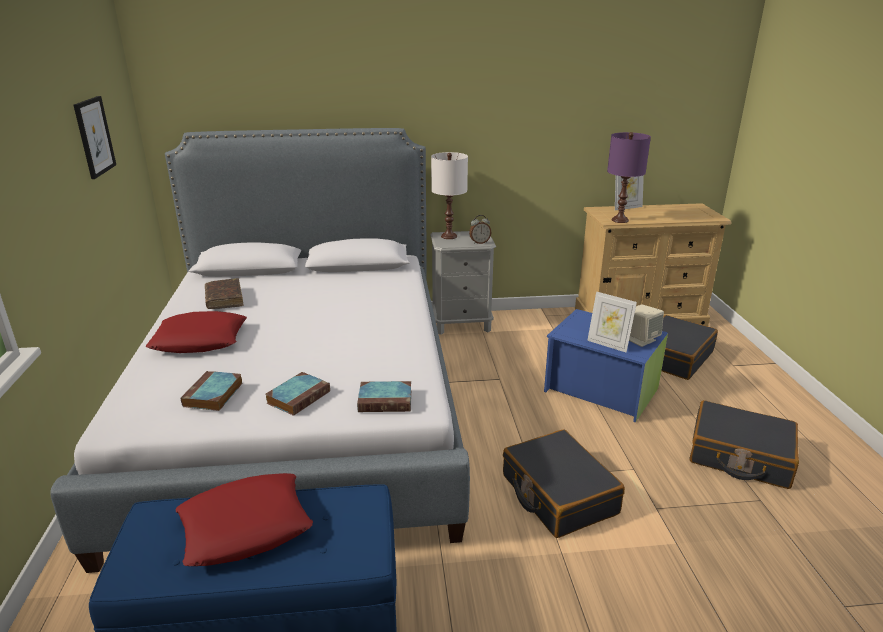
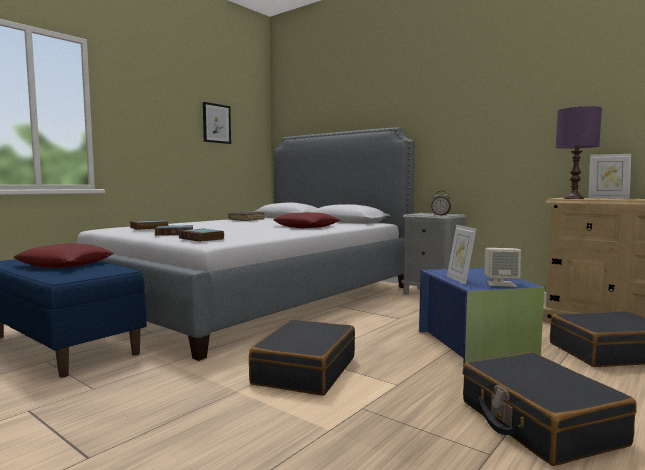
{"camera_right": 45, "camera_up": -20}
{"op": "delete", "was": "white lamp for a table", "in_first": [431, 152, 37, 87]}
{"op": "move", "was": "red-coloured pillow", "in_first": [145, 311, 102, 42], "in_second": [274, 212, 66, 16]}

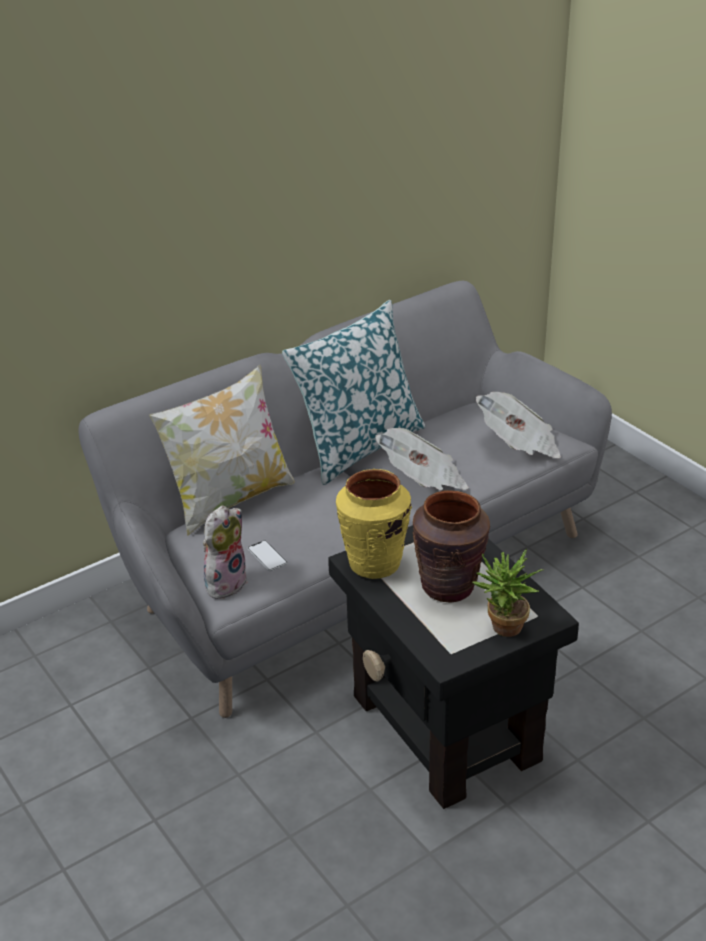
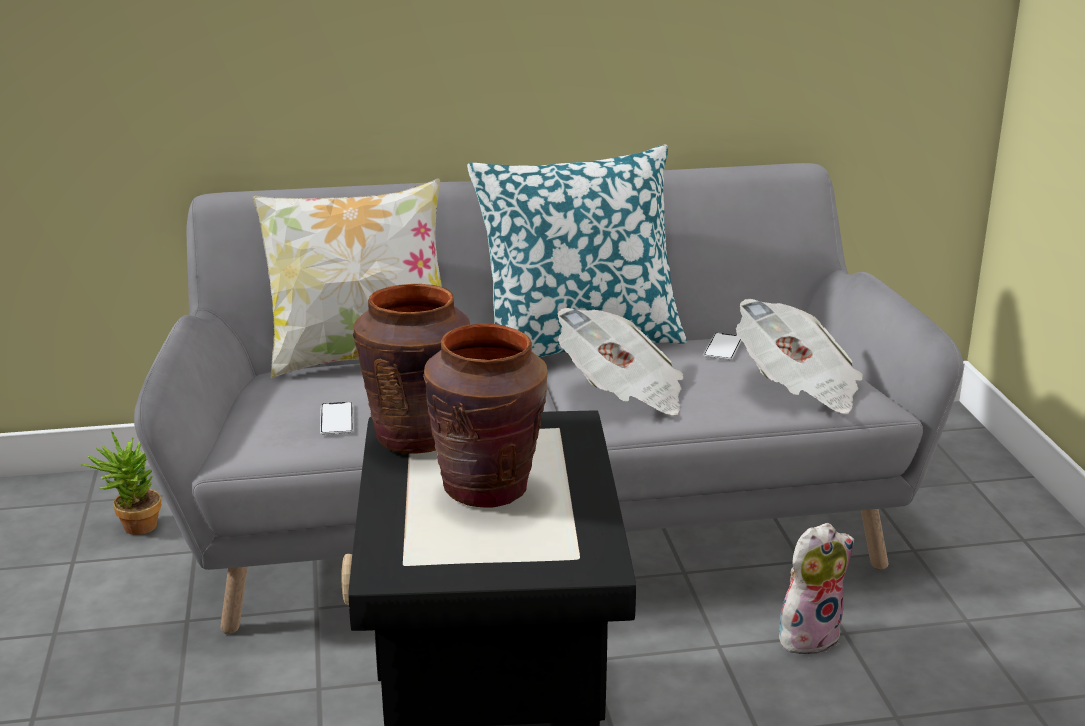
{"camera_right": 25, "camera_up": -10}
{"op": "recolor", "was": "yellow-coloured decorative vase", "now": "brown decorative vase", "in_first": [336, 469, 76, 110], "in_second": [353, 284, 117, 169]}
{"op": "move", "was": "plush toy", "in_first": [203, 505, 45, 94], "in_second": [779, 523, 75, 131]}
{"op": "move", "was": "potted plant", "in_first": [472, 549, 71, 88], "in_second": [80, 431, 81, 104]}
{"op": "insert", "now": "phone", "in_second": [703, 333, 39, 27]}

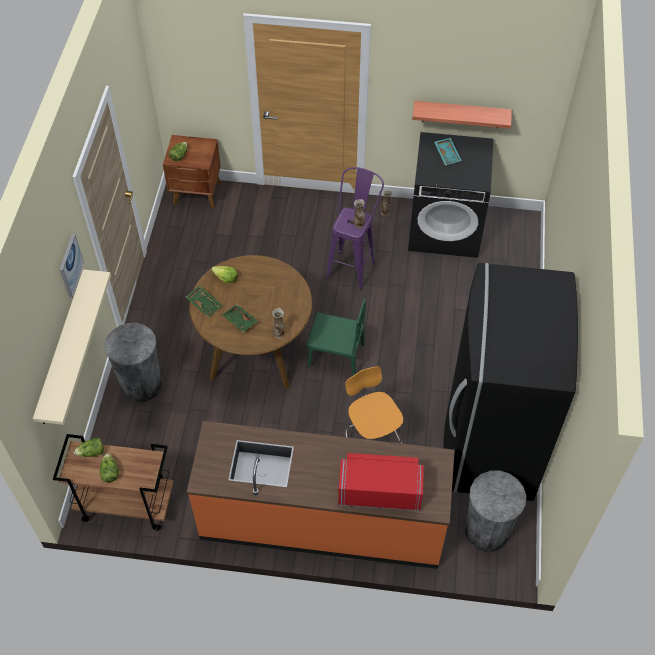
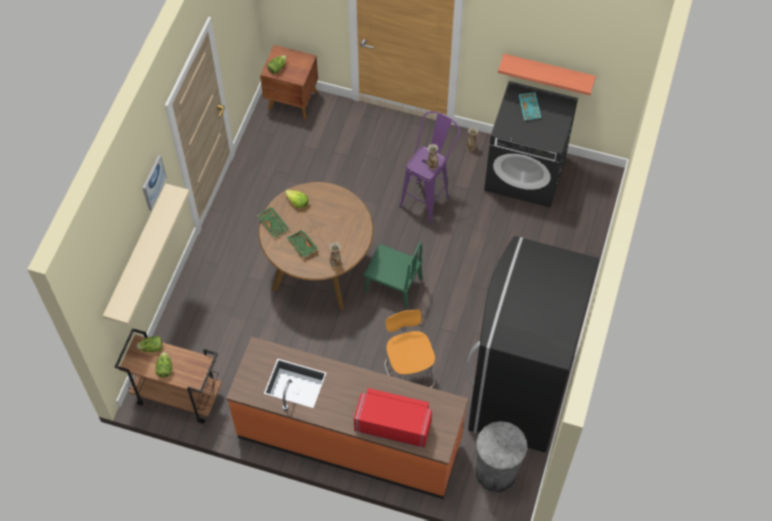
{"camera_right": 10, "camera_up": 5}
{"op": "delete", "was": "gray waste bin", "in_first": [104, 323, 58, 79]}

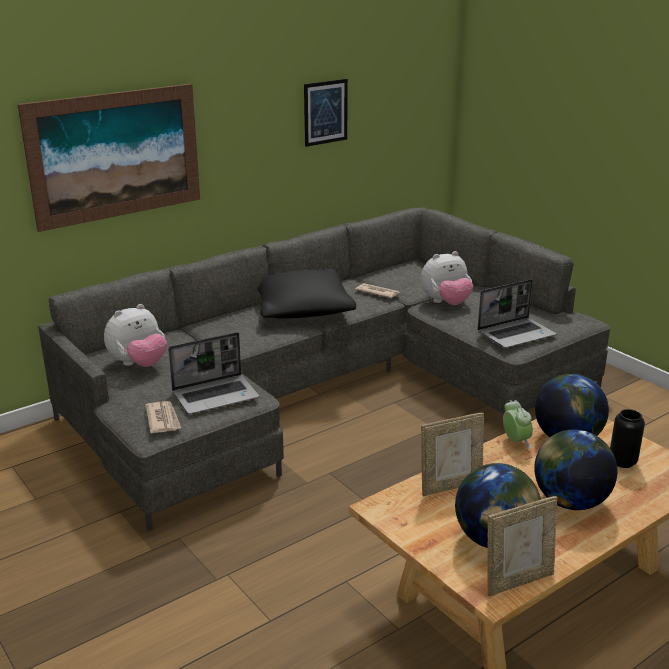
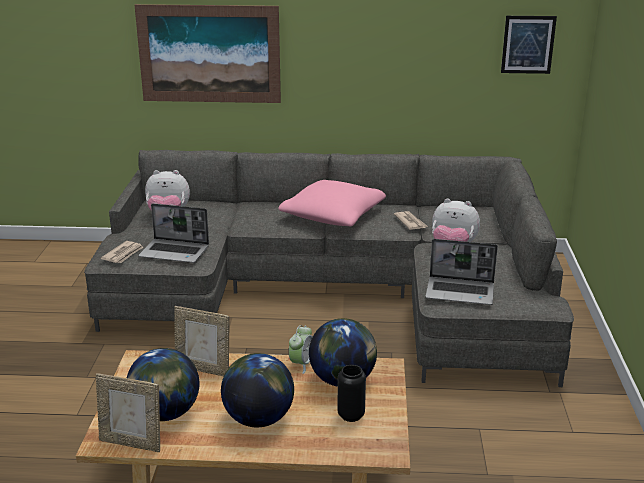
{"camera_right": 40, "camera_up": 0}
{"op": "move", "was": "wall art", "in_first": [304, 79, 44, 68], "in_second": [501, 16, 56, 58]}
{"op": "recolor", "was": "black-coloured pillow", "now": "pink-coloured pillow", "in_first": [258, 269, 98, 49], "in_second": [278, 180, 108, 46]}

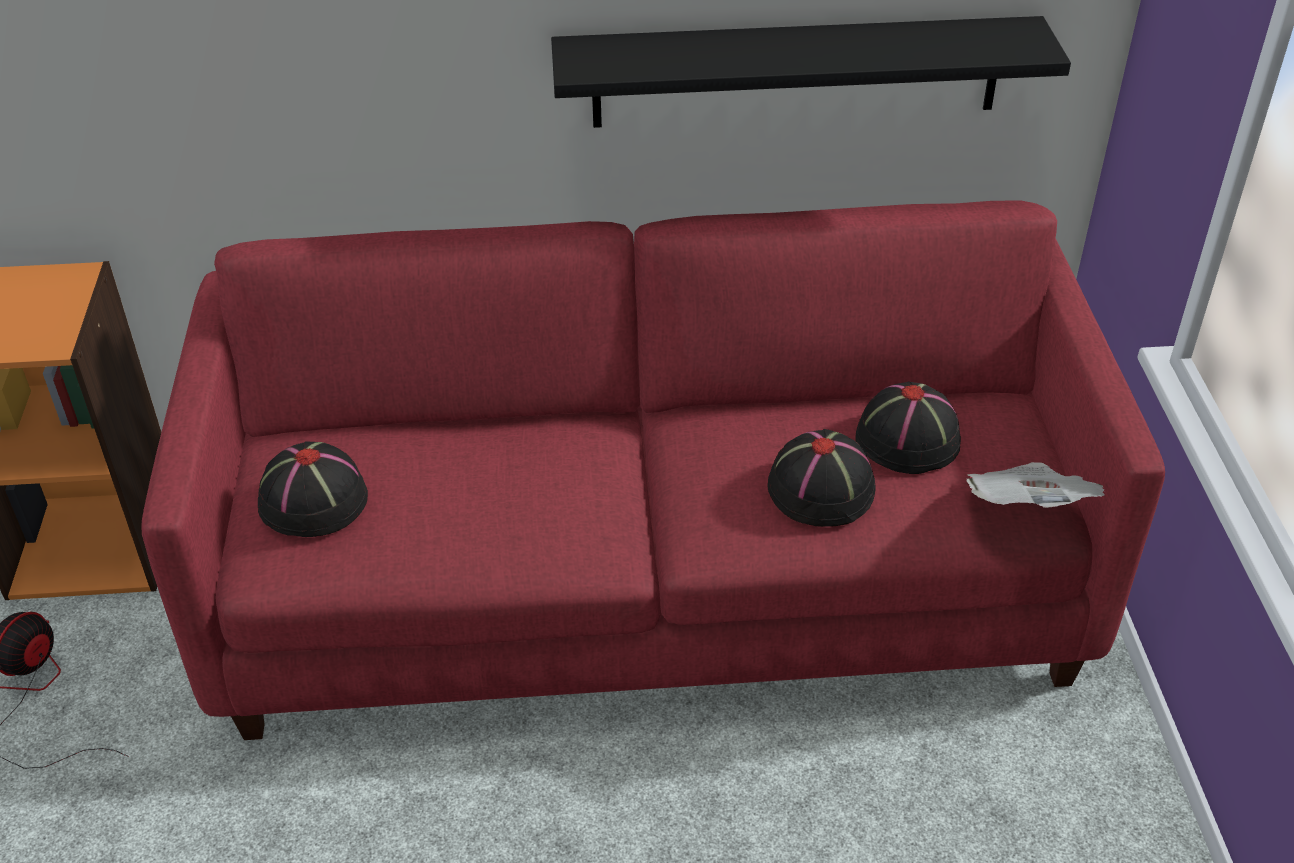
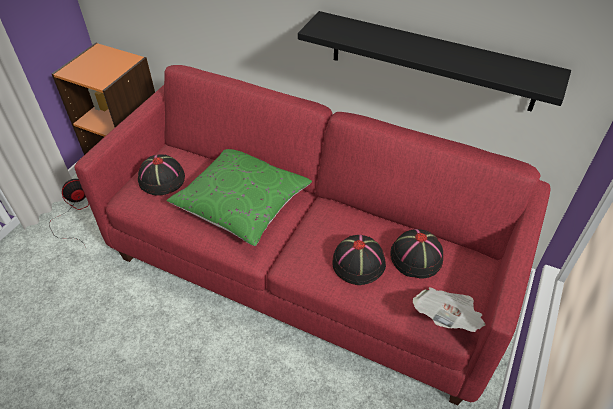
{"camera_right": 30, "camera_up": 5}
{"op": "insert", "now": "green pillow", "in_second": [167, 149, 145, 97]}

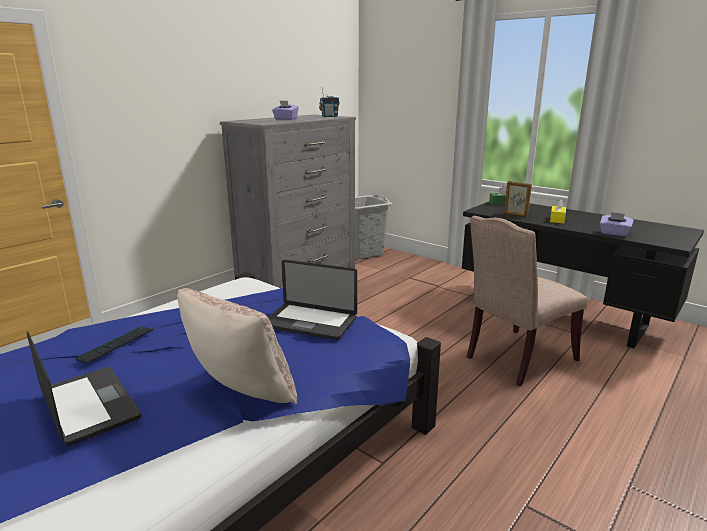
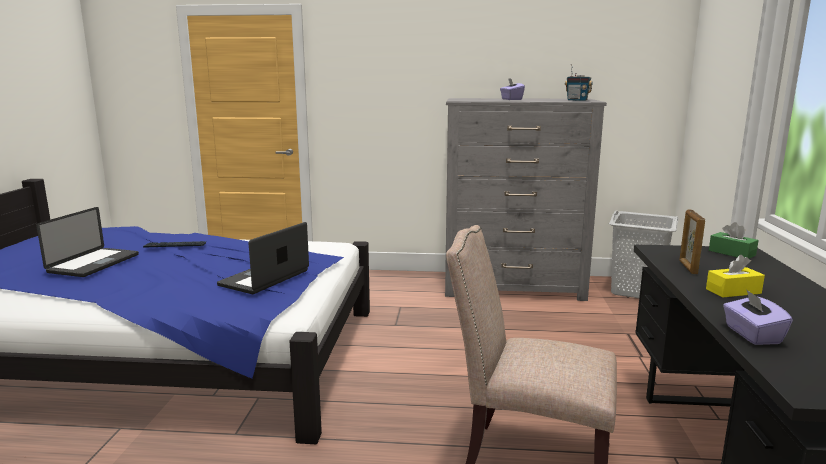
{"camera_right": 55, "camera_up": -5}
{"op": "rotate", "was": "notebook computer", "in_first": [268, 260, 89, 80], "in_second": [217, 222, 92, 72], "clockwise": 45}
{"op": "delete", "was": "sand-coloured pillow", "in_first": [177, 288, 120, 116]}

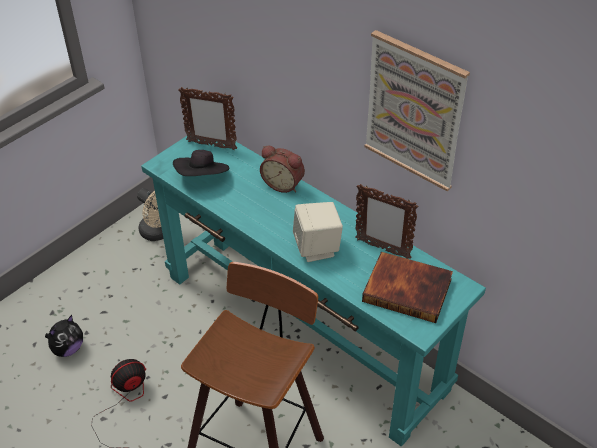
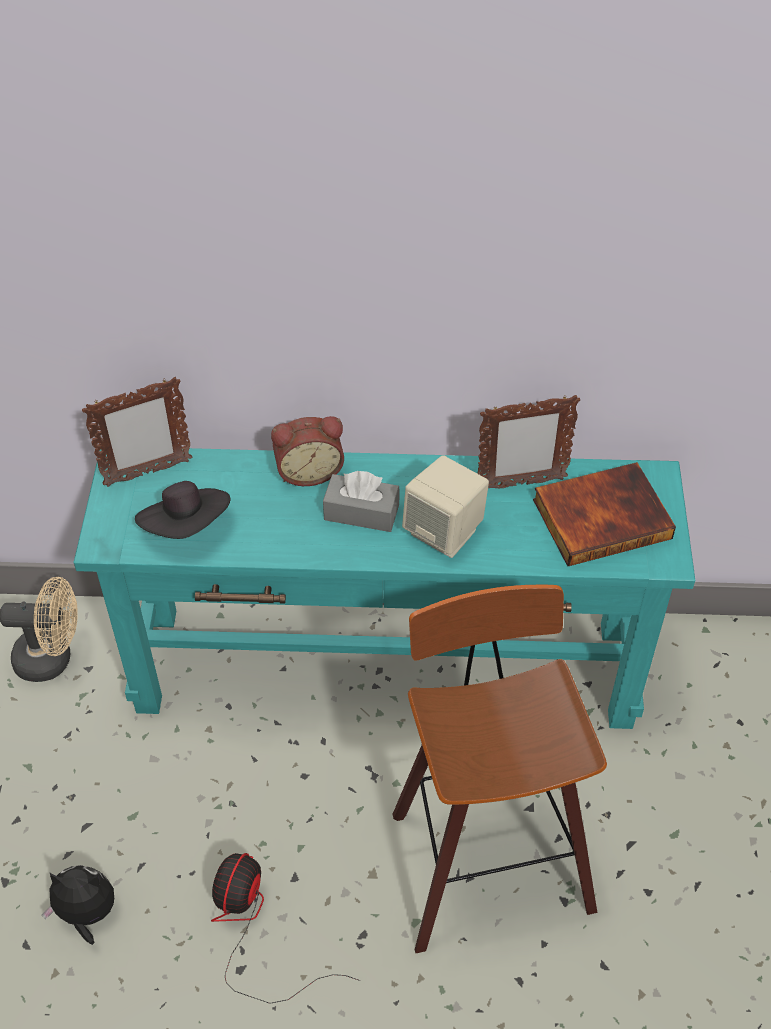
{"camera_right": -40, "camera_up": 5}
{"op": "delete", "was": "wall art", "in_first": [364, 30, 106, 161]}
{"op": "rotate", "was": "plush toy", "in_first": [45, 315, 38, 42], "in_second": [42, 865, 72, 80], "clockwise": -90}
{"op": "insert", "now": "gray tissue box", "in_second": [323, 471, 76, 61]}

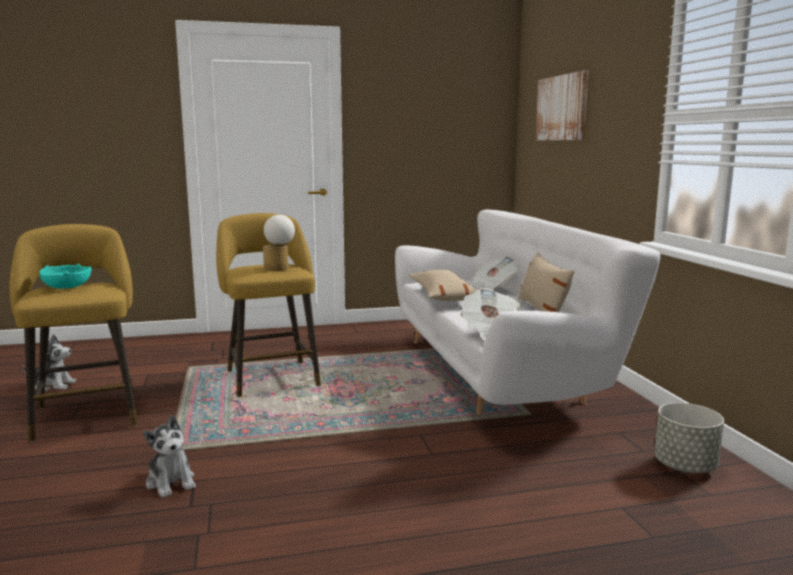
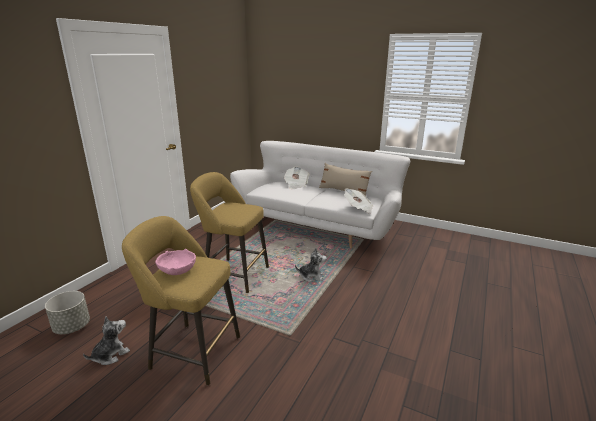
{"camera_right": -50, "camera_up": 10}
{"op": "delete", "was": "wall art", "in_first": [536, 70, 53, 70]}
{"op": "delete", "was": "lamp for a table", "in_first": [263, 215, 32, 56]}
{"op": "recolor", "was": "turquoise-coloured bowl", "now": "pink-coloured bowl", "in_first": [39, 264, 52, 25], "in_second": [155, 249, 41, 26]}
{"op": "delete", "was": "sand-coloured pillow", "in_first": [409, 270, 68, 31]}
{"op": "move", "was": "gray flower pot", "in_first": [654, 403, 70, 70], "in_second": [45, 291, 45, 43]}
{"op": "move", "was": "plush toy", "in_first": [143, 415, 53, 83], "in_second": [295, 248, 32, 34]}

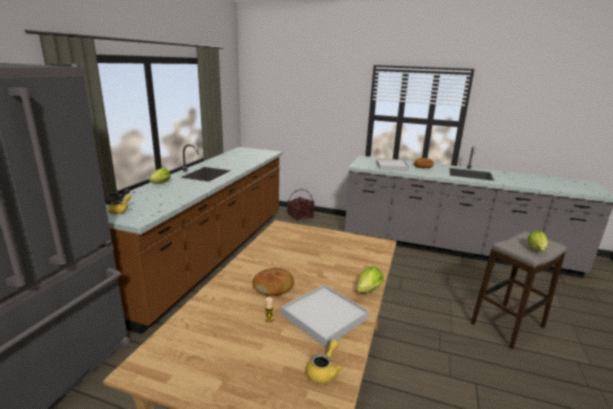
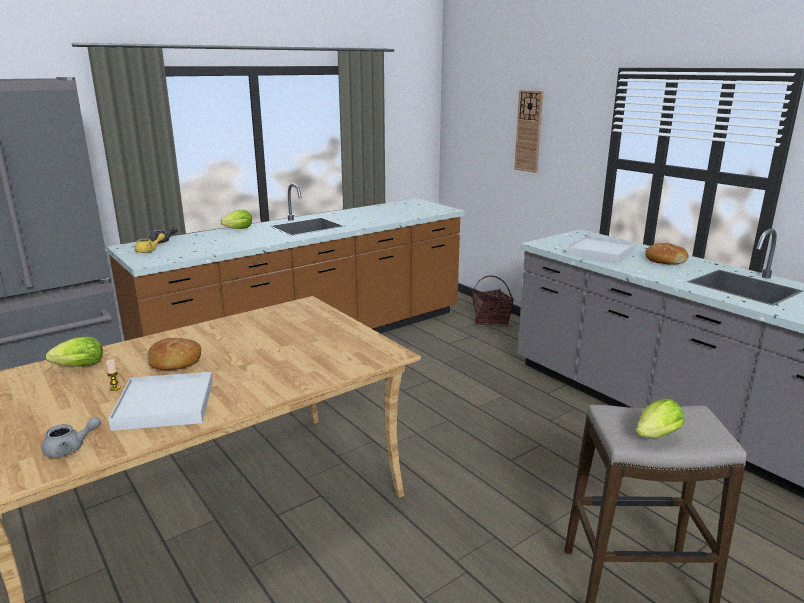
{"camera_right": 35, "camera_up": 0}
{"op": "move", "was": "lettuce", "in_first": [357, 266, 27, 27], "in_second": [46, 337, 57, 30]}
{"op": "recolor", "was": "yellow-coloured pot for tea", "now": "gray pot for tea", "in_first": [306, 340, 37, 44], "in_second": [42, 417, 59, 40]}
{"op": "insert", "now": "wall clock", "in_second": [514, 90, 29, 83]}

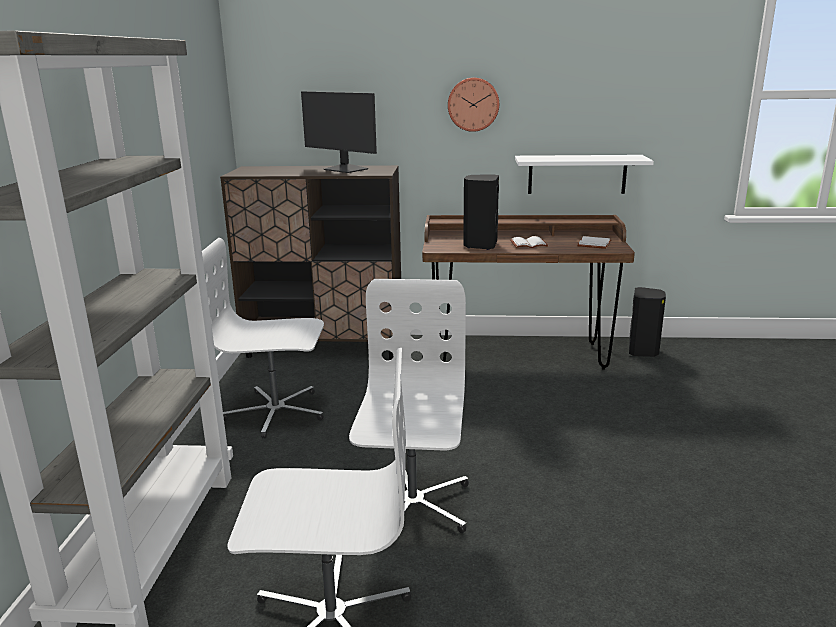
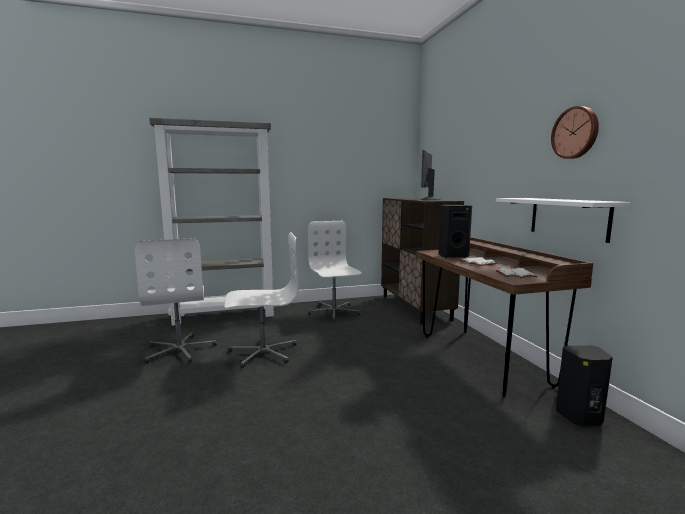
{"camera_right": 70, "camera_up": -10}
{"op": "move", "was": "wall clock", "in_first": [448, 78, 51, 54], "in_second": [551, 106, 48, 53]}

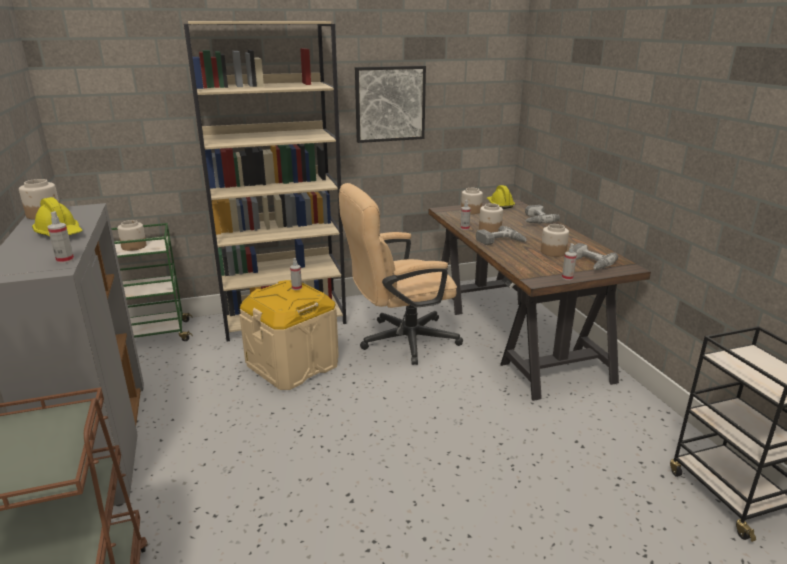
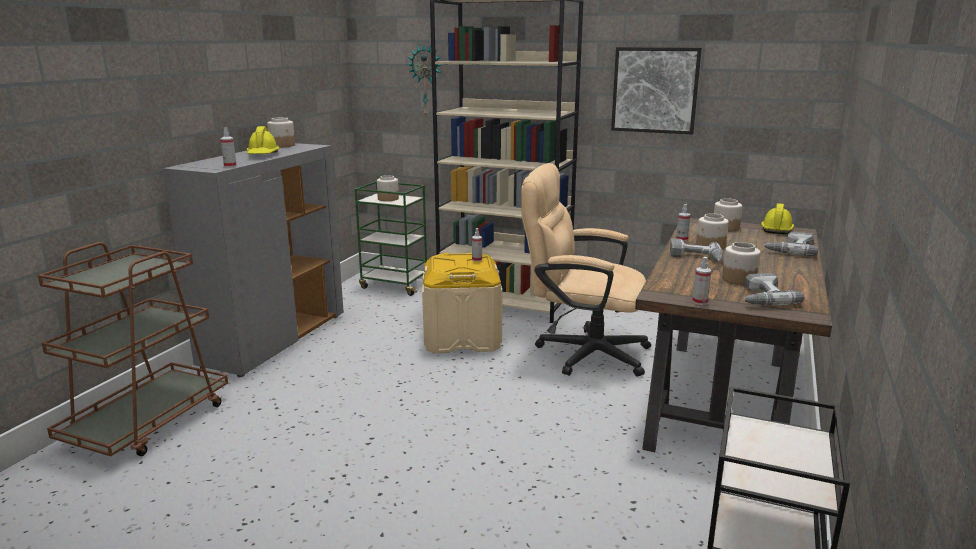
{"camera_right": 40, "camera_up": -5}
{"op": "insert", "now": "wall clock", "in_second": [407, 45, 34, 71]}

